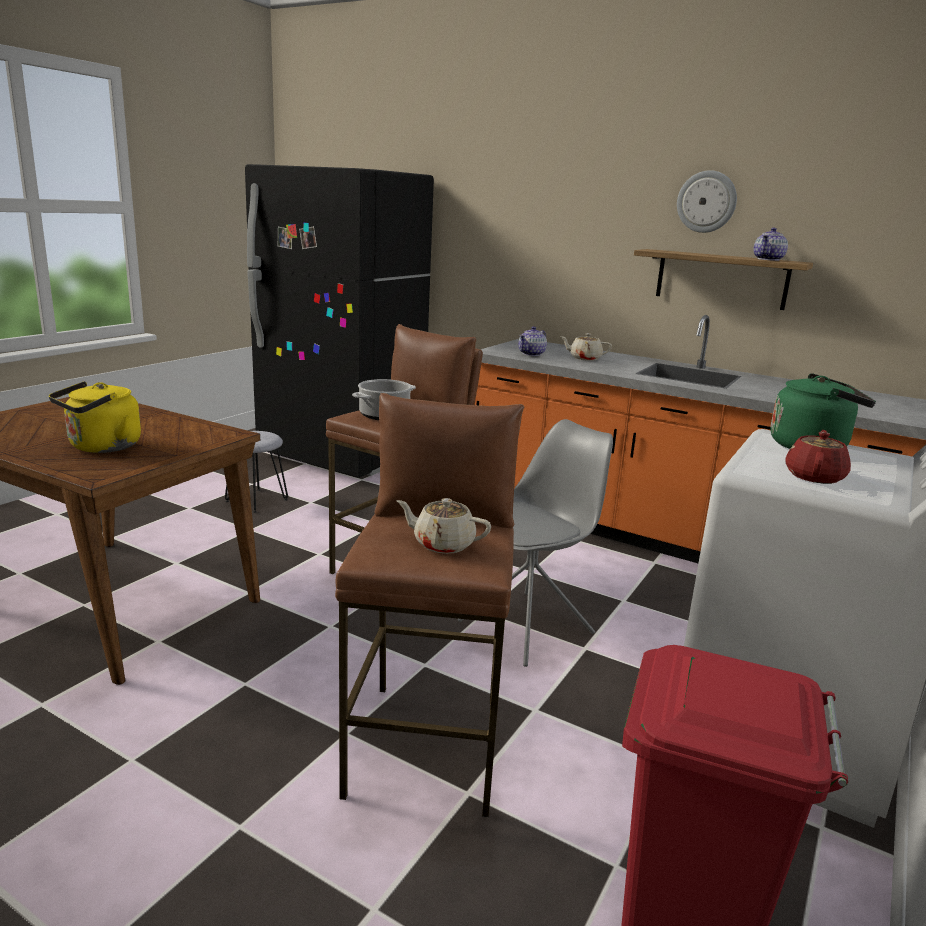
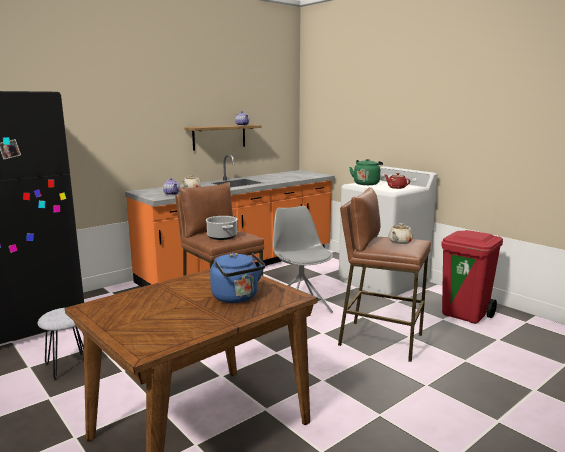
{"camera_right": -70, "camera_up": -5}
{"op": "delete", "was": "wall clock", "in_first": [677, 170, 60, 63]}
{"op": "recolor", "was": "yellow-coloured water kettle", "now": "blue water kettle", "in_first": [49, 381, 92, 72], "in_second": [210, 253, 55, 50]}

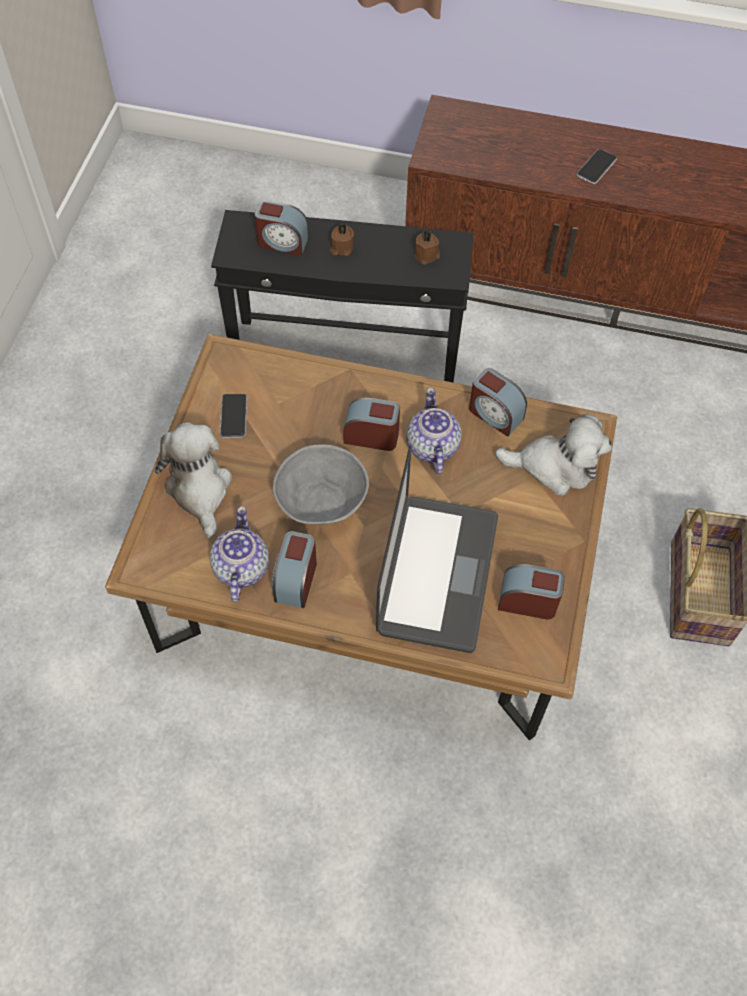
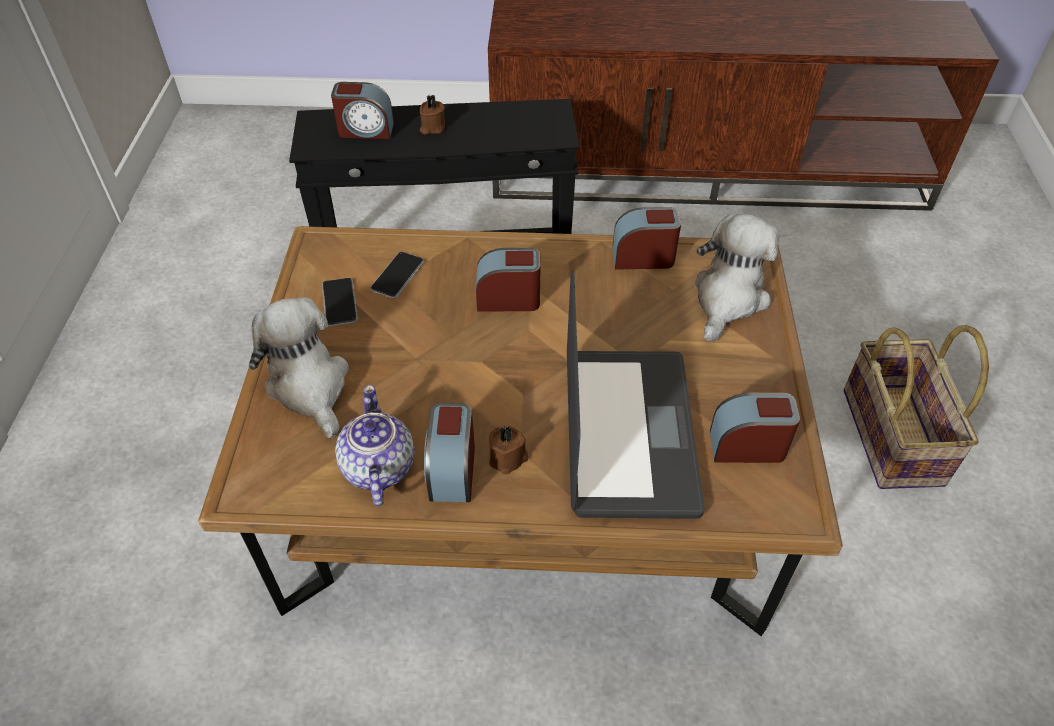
{"camera_right": -10, "camera_up": -10}
{"op": "move", "was": "phone", "in_first": [576, 149, 41, 35], "in_second": [370, 252, 54, 46]}
{"op": "move", "was": "brown candle", "in_first": [414, 230, 26, 35], "in_second": [489, 426, 39, 48]}
{"op": "rotate", "was": "table clock", "in_first": [469, 368, 58, 69], "in_second": [612, 207, 69, 63], "clockwise": 150}
{"op": "delete", "was": "pot for tea", "in_first": [407, 387, 55, 87]}
{"op": "rotate", "was": "plush toy", "in_first": [495, 413, 117, 83], "in_second": [695, 213, 84, 129], "clockwise": -60}
{"op": "delete", "was": "gray bowl", "in_first": [273, 444, 96, 81]}

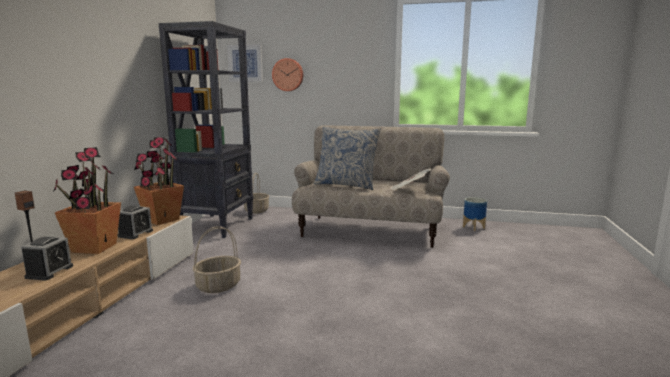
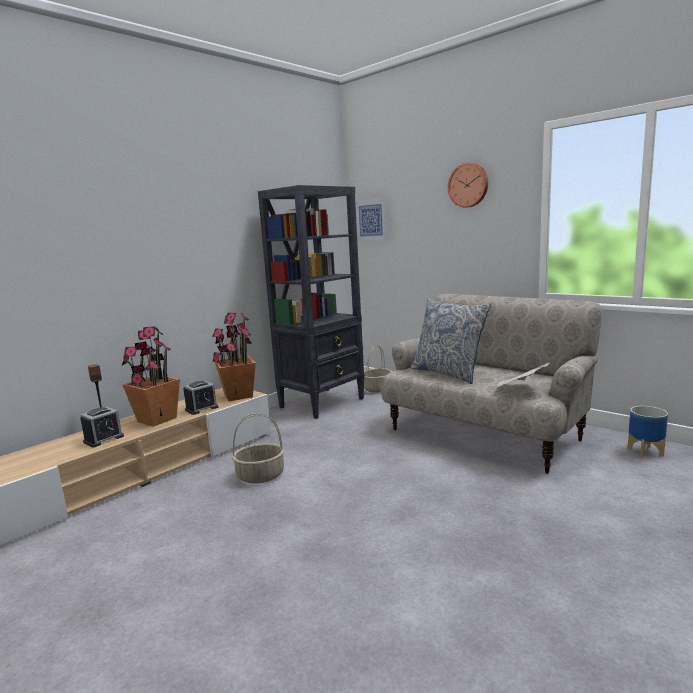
{"camera_right": 30, "camera_up": 0}
{"op": "move", "was": "wall clock", "in_first": [272, 58, 31, 33], "in_second": [448, 163, 40, 44]}

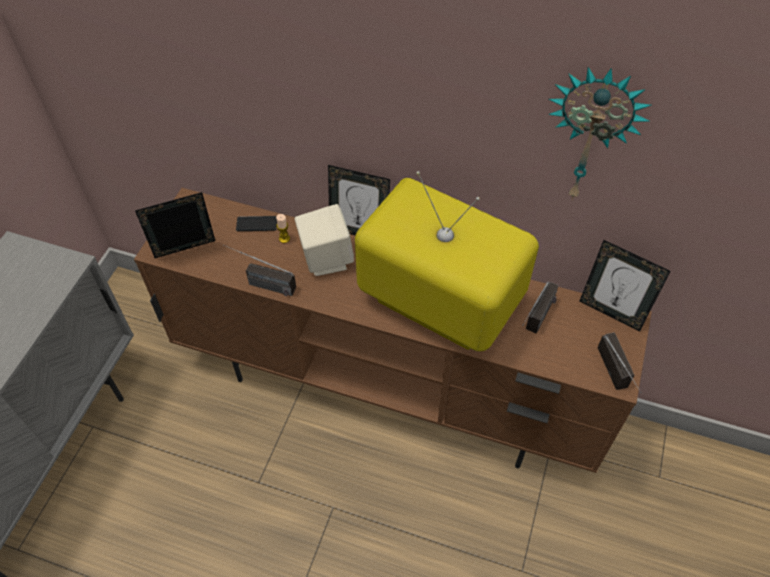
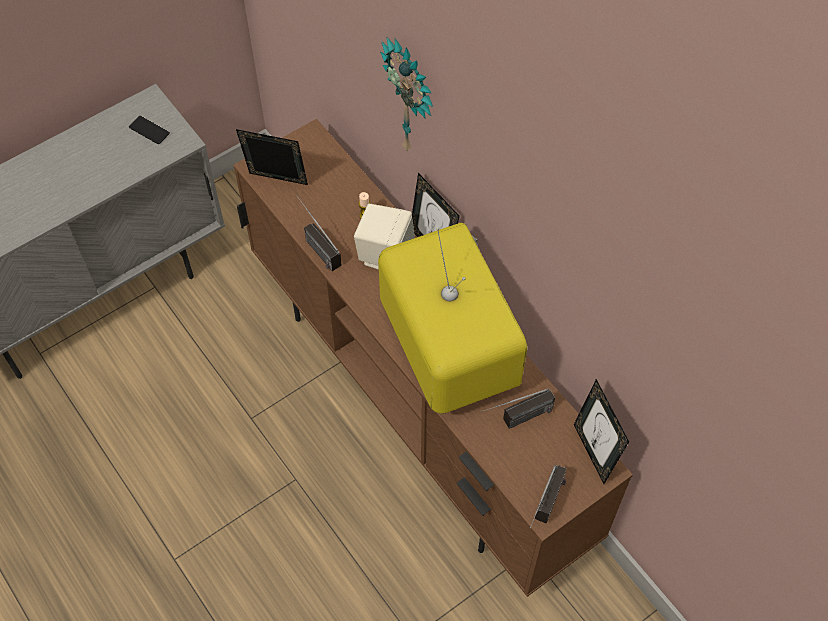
{"camera_right": 35, "camera_up": 5}
{"op": "move", "was": "wall clock", "in_first": [548, 67, 104, 133], "in_second": [380, 38, 53, 114]}
{"op": "move", "was": "phone", "in_first": [236, 216, 41, 15], "in_second": [129, 116, 41, 28]}

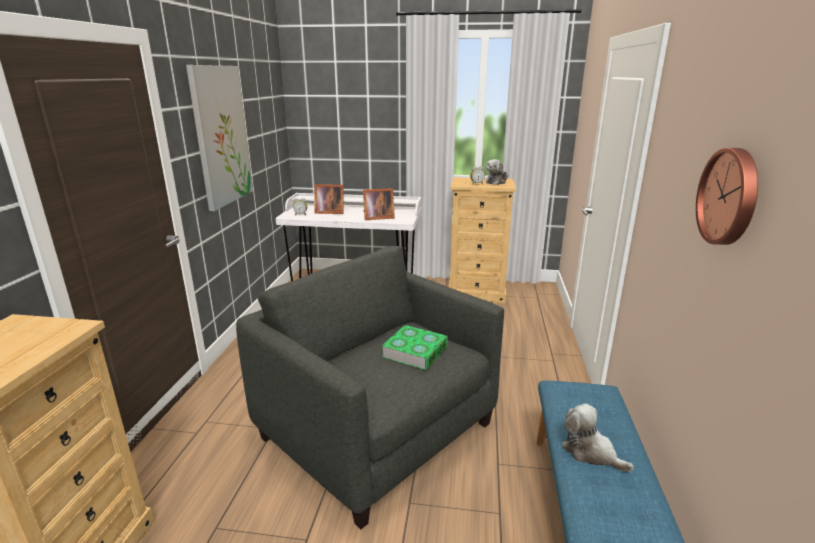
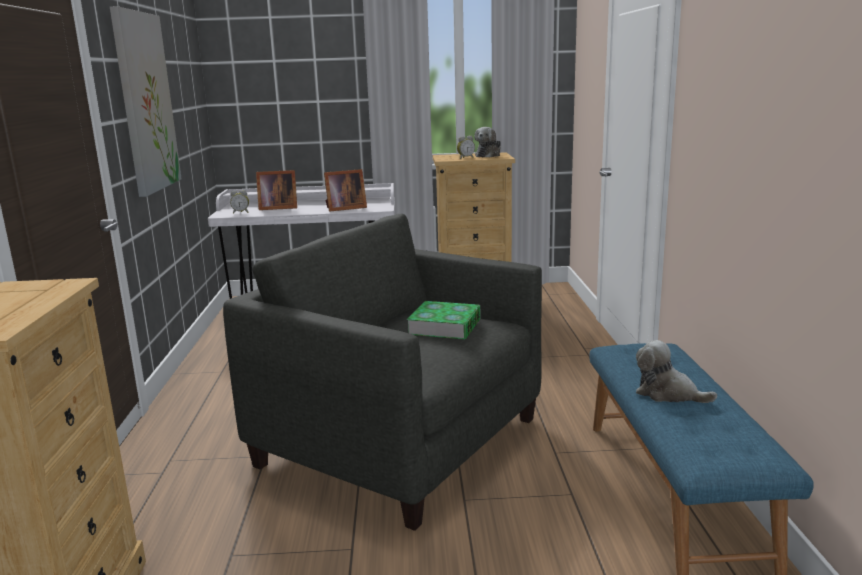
{"camera_right": -10, "camera_up": -5}
{"op": "delete", "was": "wall clock", "in_first": [696, 148, 62, 97]}

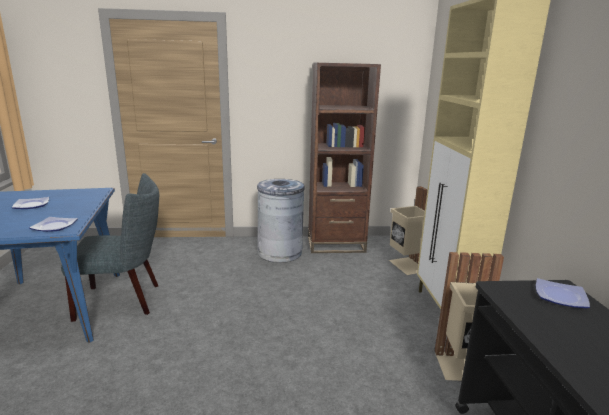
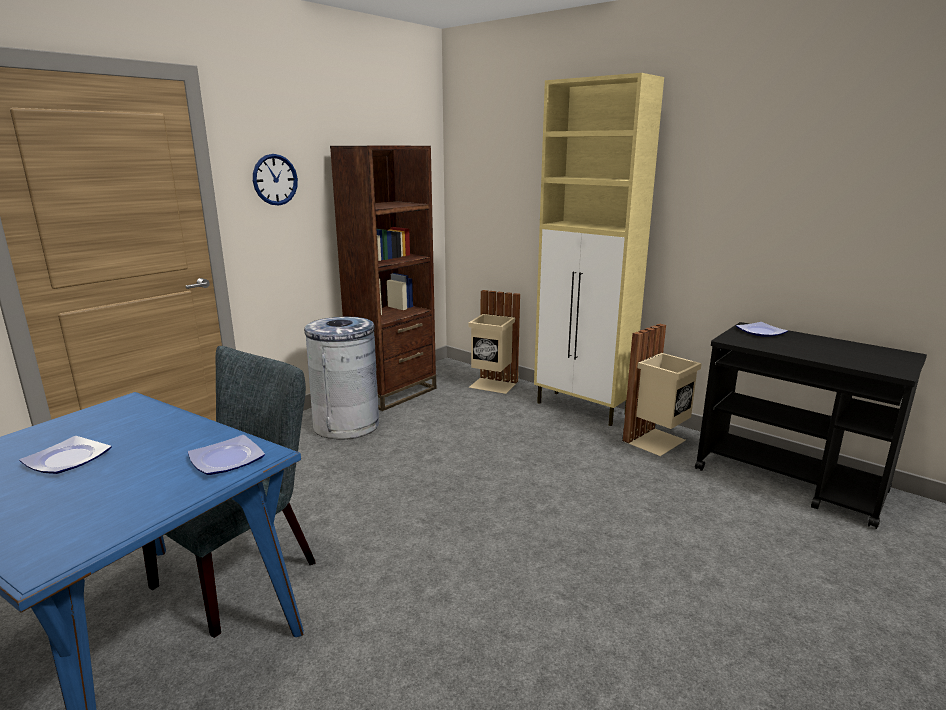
{"camera_right": -45, "camera_up": 0}
{"op": "insert", "now": "wall clock", "in_second": [253, 154, 45, 52]}

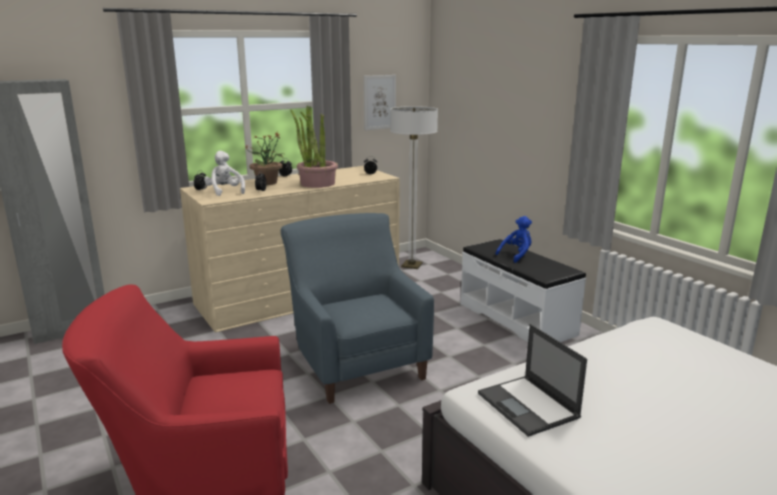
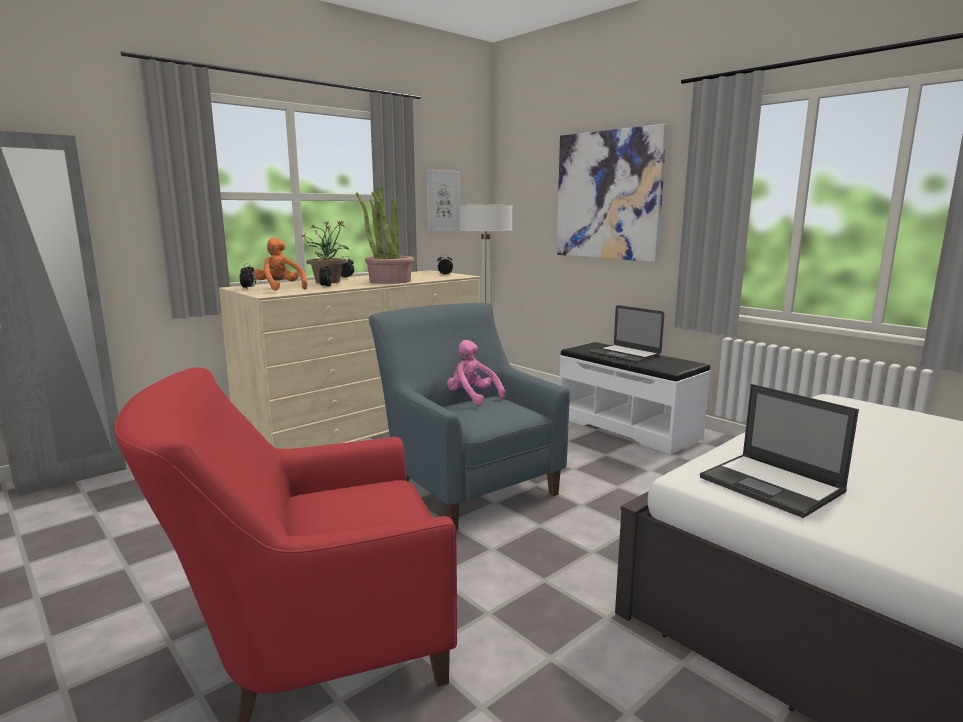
{"camera_right": -10, "camera_up": -5}
{"op": "recolor", "was": "white plush toy", "now": "orange plush toy", "in_first": [204, 150, 41, 46], "in_second": [254, 237, 53, 53]}
{"op": "replace", "was": "blue plush toy", "now": "notebook computer", "in_first": [496, 216, 36, 47], "in_second": [590, 305, 74, 57]}
{"op": "insert", "now": "wall art", "in_second": [556, 124, 111, 138]}
{"op": "insert", "now": "pink-coloured plush toy", "in_second": [447, 340, 59, 65]}

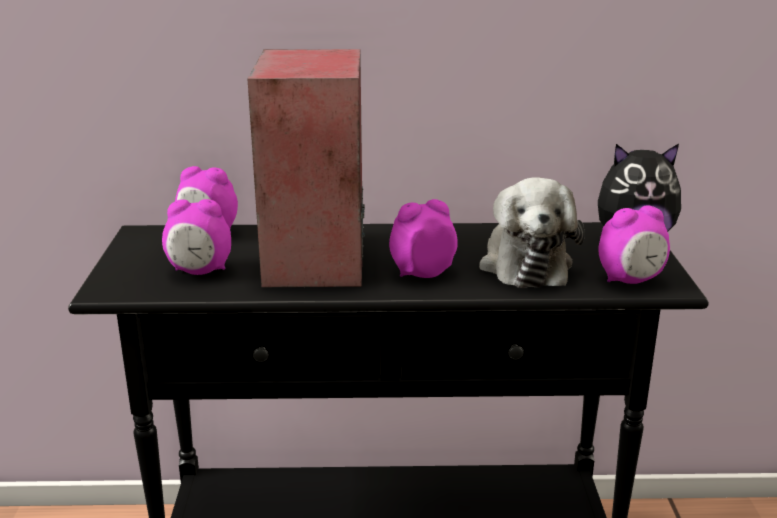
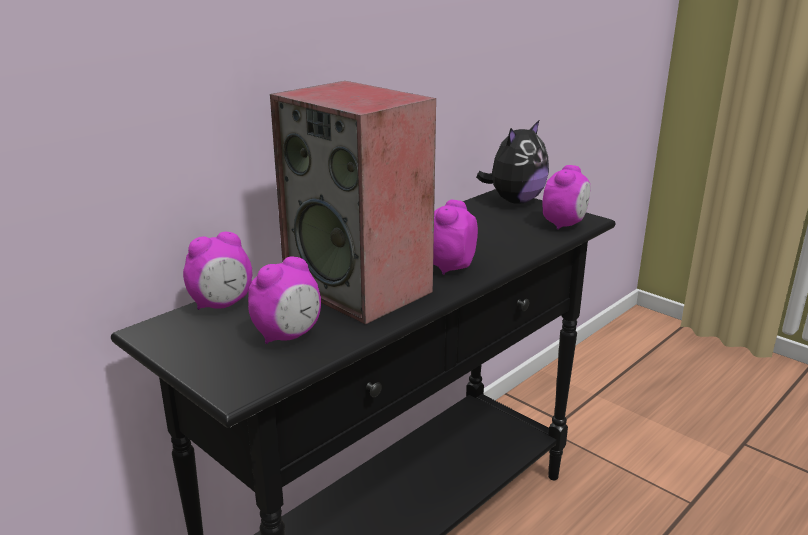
{"camera_right": -45, "camera_up": 0}
{"op": "delete", "was": "plush toy", "in_first": [479, 177, 106, 111]}

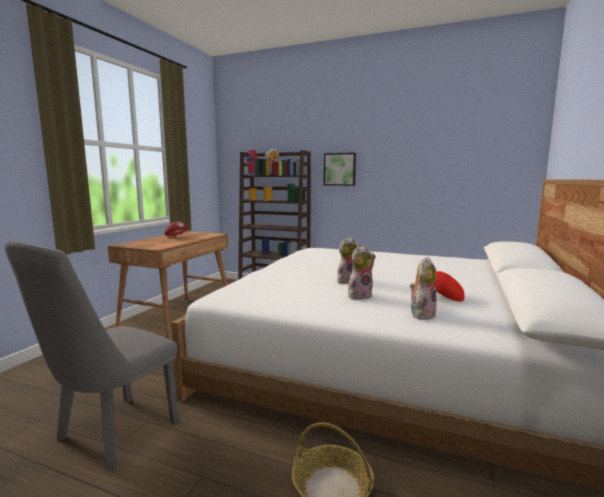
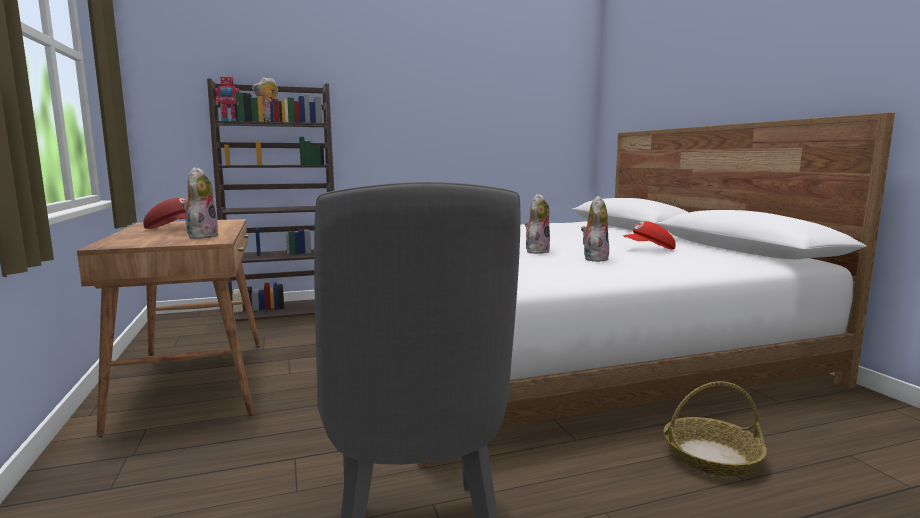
{"camera_right": -40, "camera_up": 0}
{"op": "delete", "was": "wall art", "in_first": [324, 153, 32, 33]}
{"op": "move", "was": "plush toy", "in_first": [410, 257, 26, 63], "in_second": [182, 167, 36, 72]}

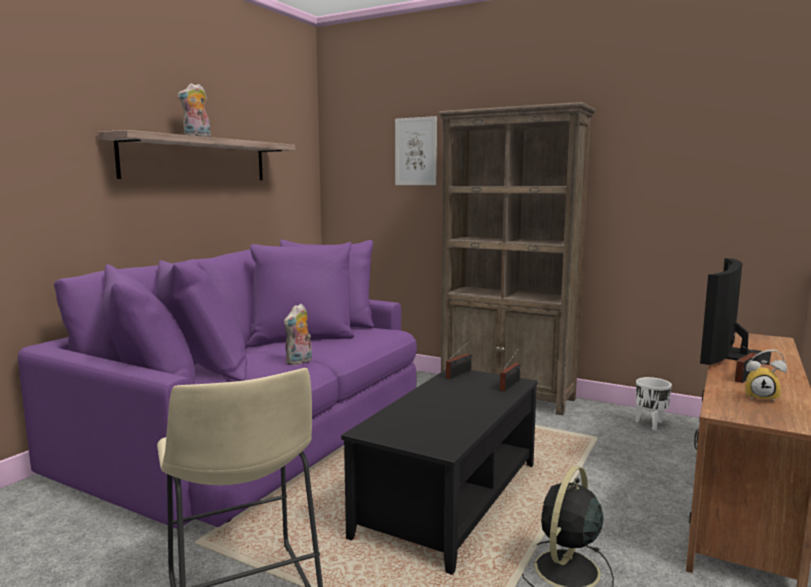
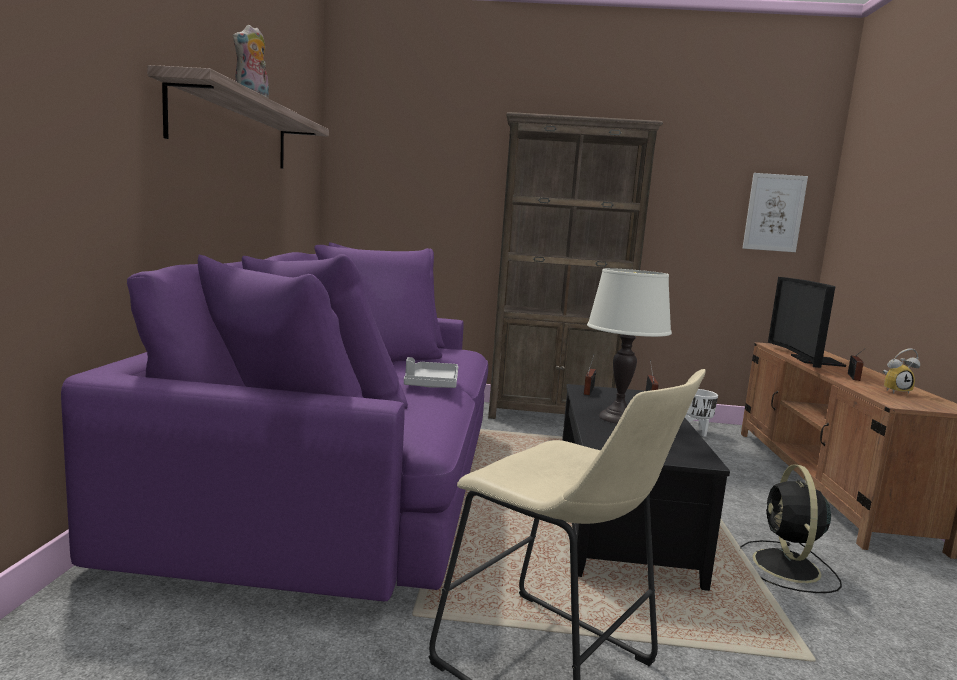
{"camera_right": -25, "camera_up": 0}
{"op": "move", "was": "wall art", "in_first": [395, 116, 42, 69], "in_second": [742, 173, 66, 79]}
{"op": "replace", "was": "plush toy", "now": "gray carrying tray", "in_first": [284, 304, 28, 61], "in_second": [404, 357, 54, 31]}
{"op": "insert", "now": "white lamp for a table", "in_second": [587, 268, 85, 156]}

